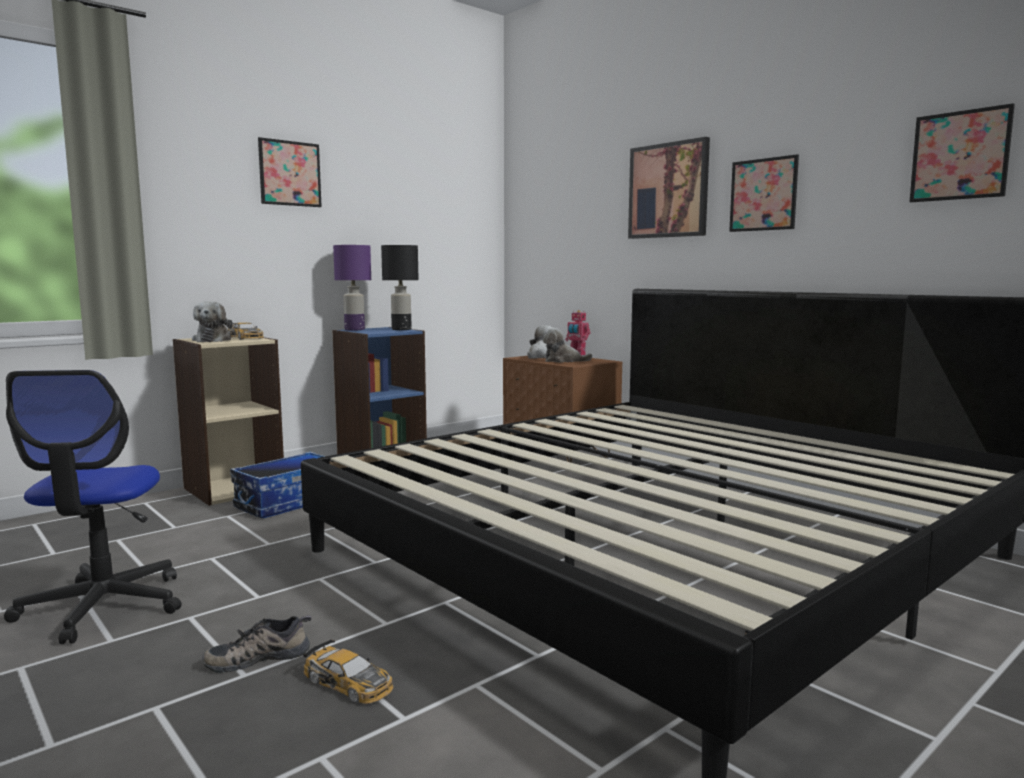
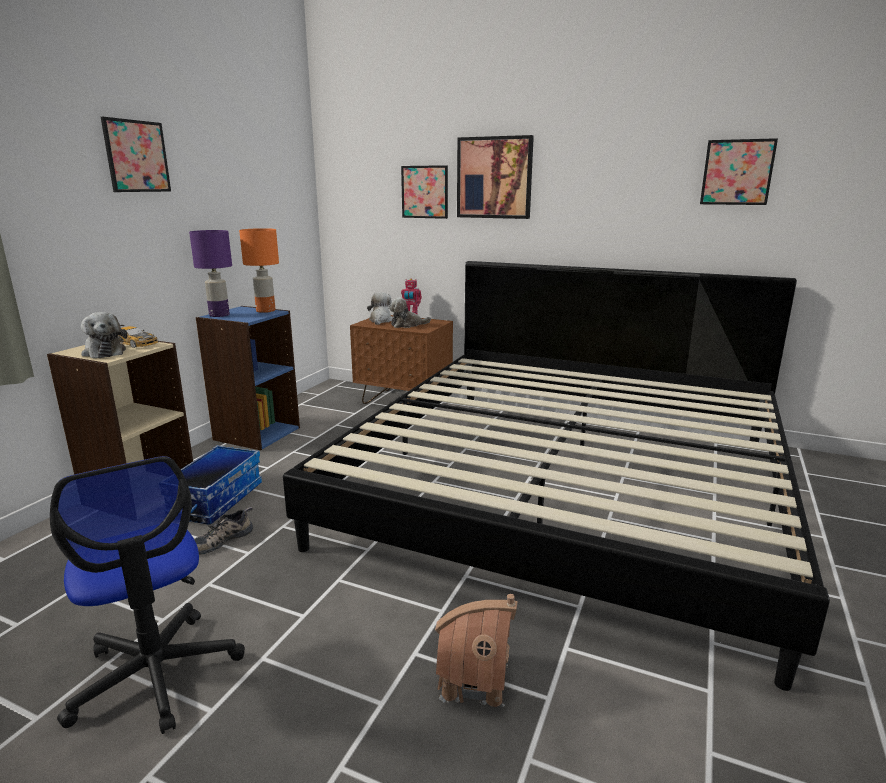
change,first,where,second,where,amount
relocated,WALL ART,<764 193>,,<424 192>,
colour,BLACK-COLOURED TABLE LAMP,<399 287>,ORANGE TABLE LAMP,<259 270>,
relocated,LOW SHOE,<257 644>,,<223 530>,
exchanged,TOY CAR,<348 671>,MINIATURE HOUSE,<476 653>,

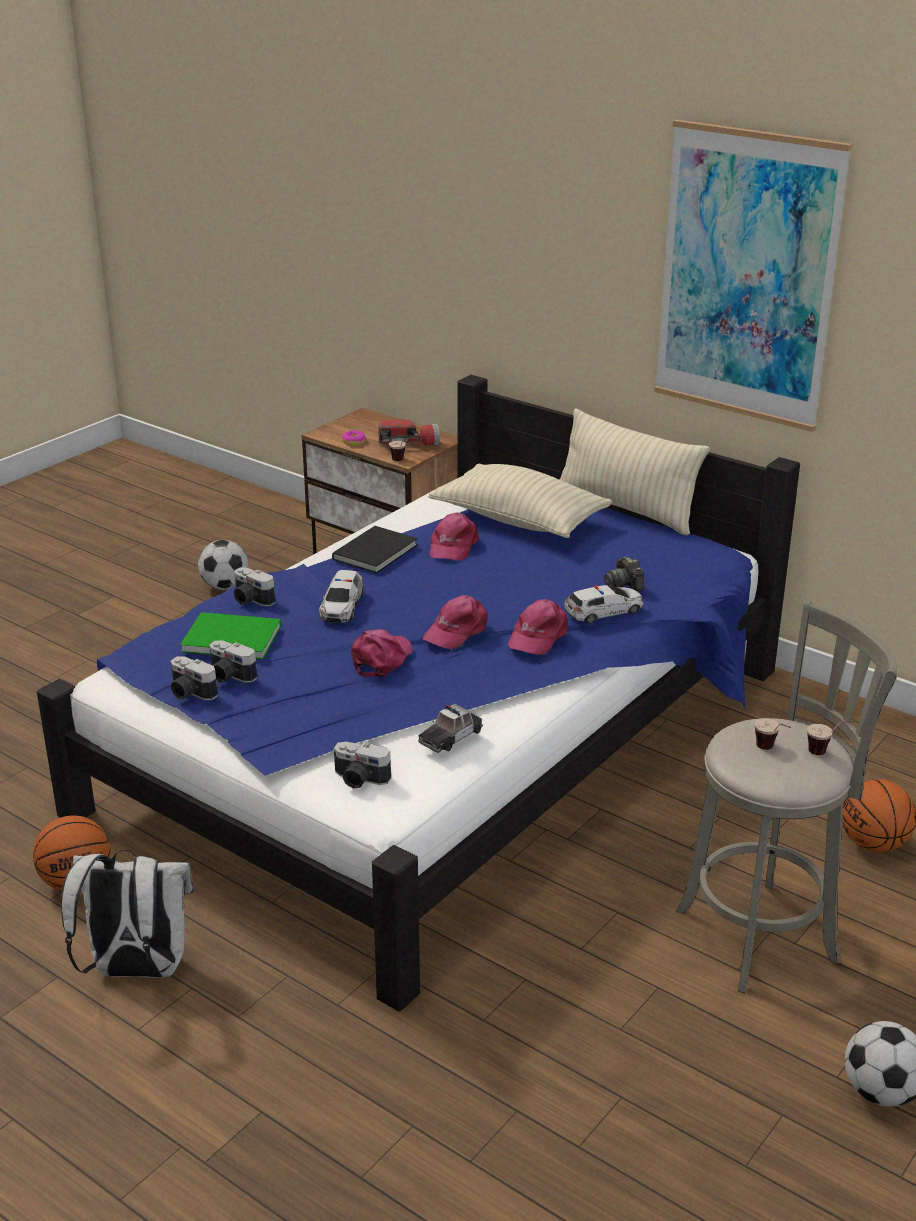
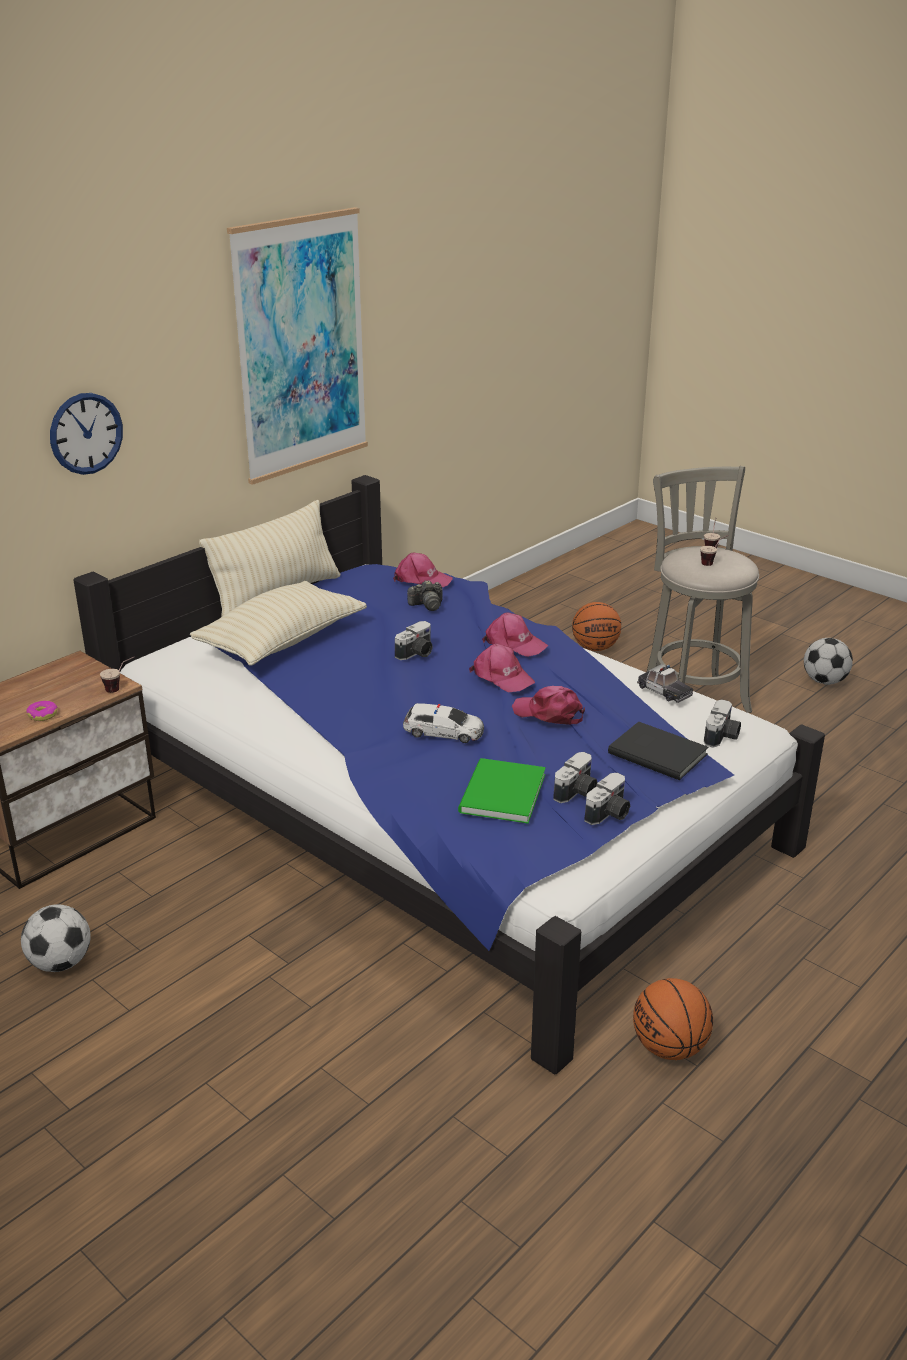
change,first,where,second,where,amount
missing,TORCH,<409 432>,,,
relocated,PINK BASEBALL CAP,<454 536>,,<423 570>,
relocated,BLACK-COLOURED BOUND BOOK,<375 549>,,<658 751>,
relocated,PHOTO CAMERA,<254 586>,,<414 640>,
missing,TOY CAR,<604 604>,,,
missing,WHITE-COLOURED KNAPSACK,<127 914>,,,
appeared,,,HANGING CLOCK,<86 434>,

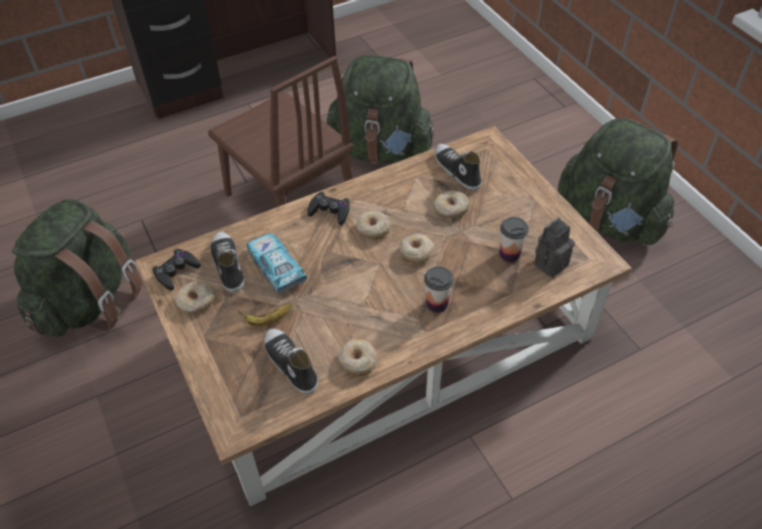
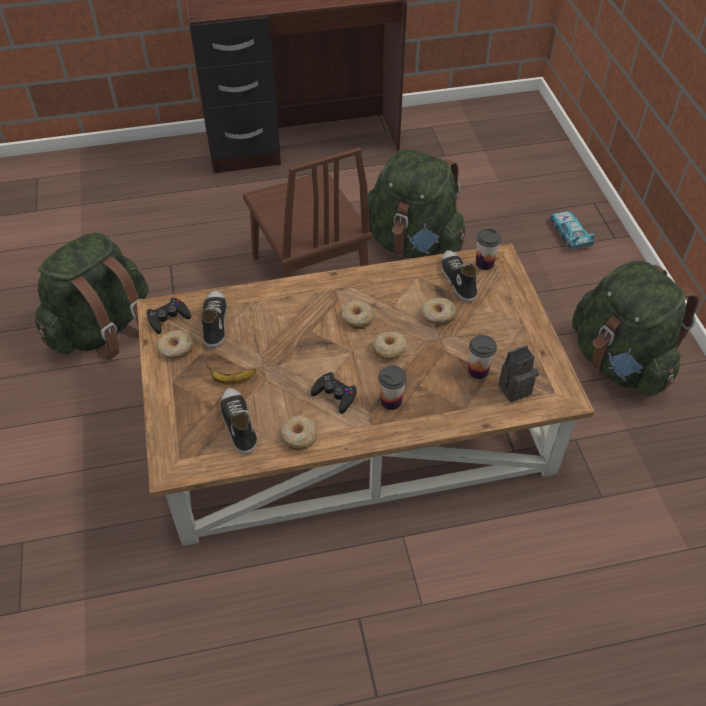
change,first,where,second,where,amount
relocated,BLACK-COLOURED GAMEPAD,<328 208>,,<334 393>,
relocated,TOY CAR,<277 263>,,<573 230>,
appeared,,,SMALL CUP,<488 249>,

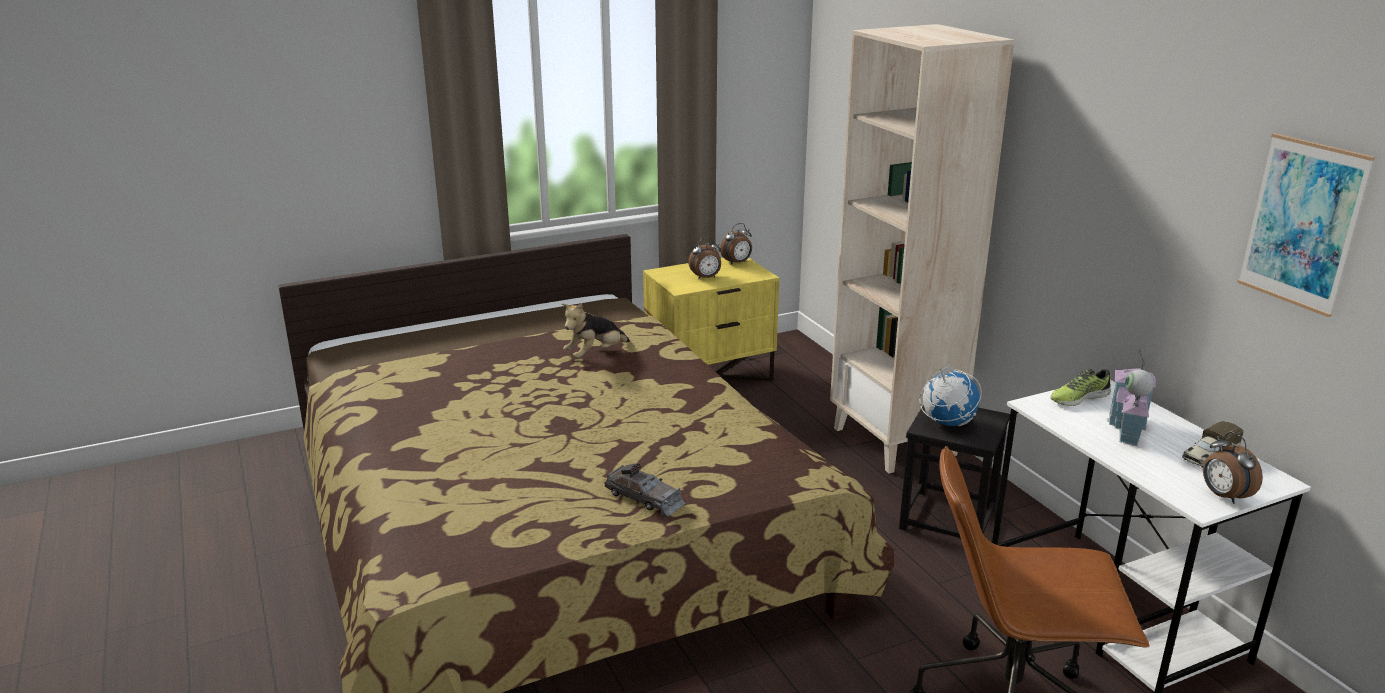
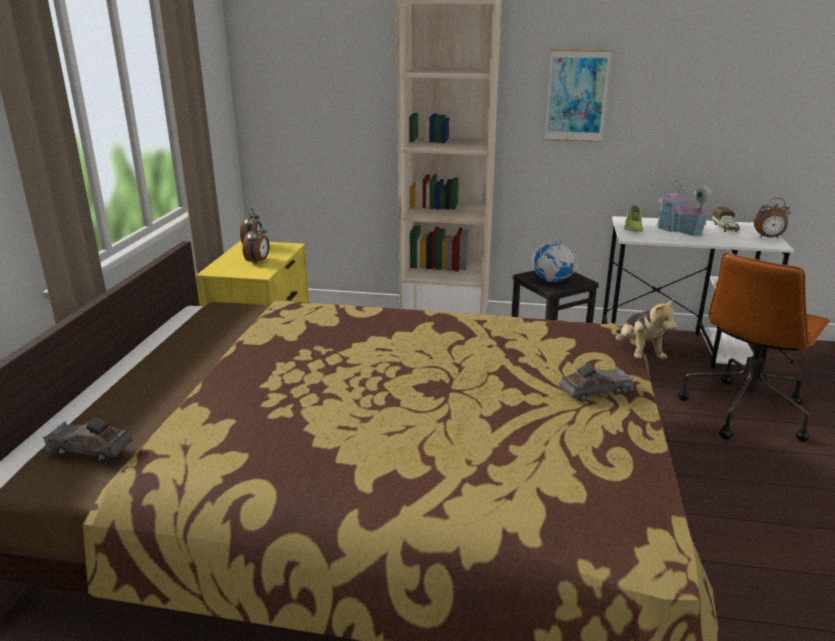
change,first,where,second,where,amount
relocated,WALL ART,<1306 225>,,<577 95>,
relocated,CUDDLY TOY,<596 330>,,<646 328>,
appeared,,,GREY TOY CAR,<87 439>,

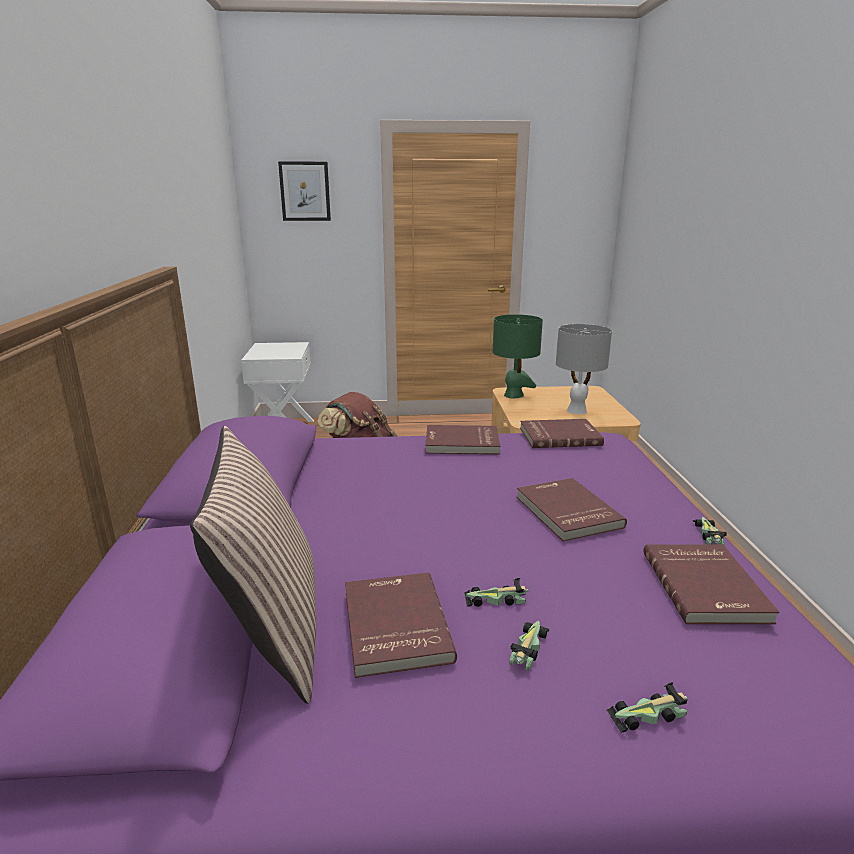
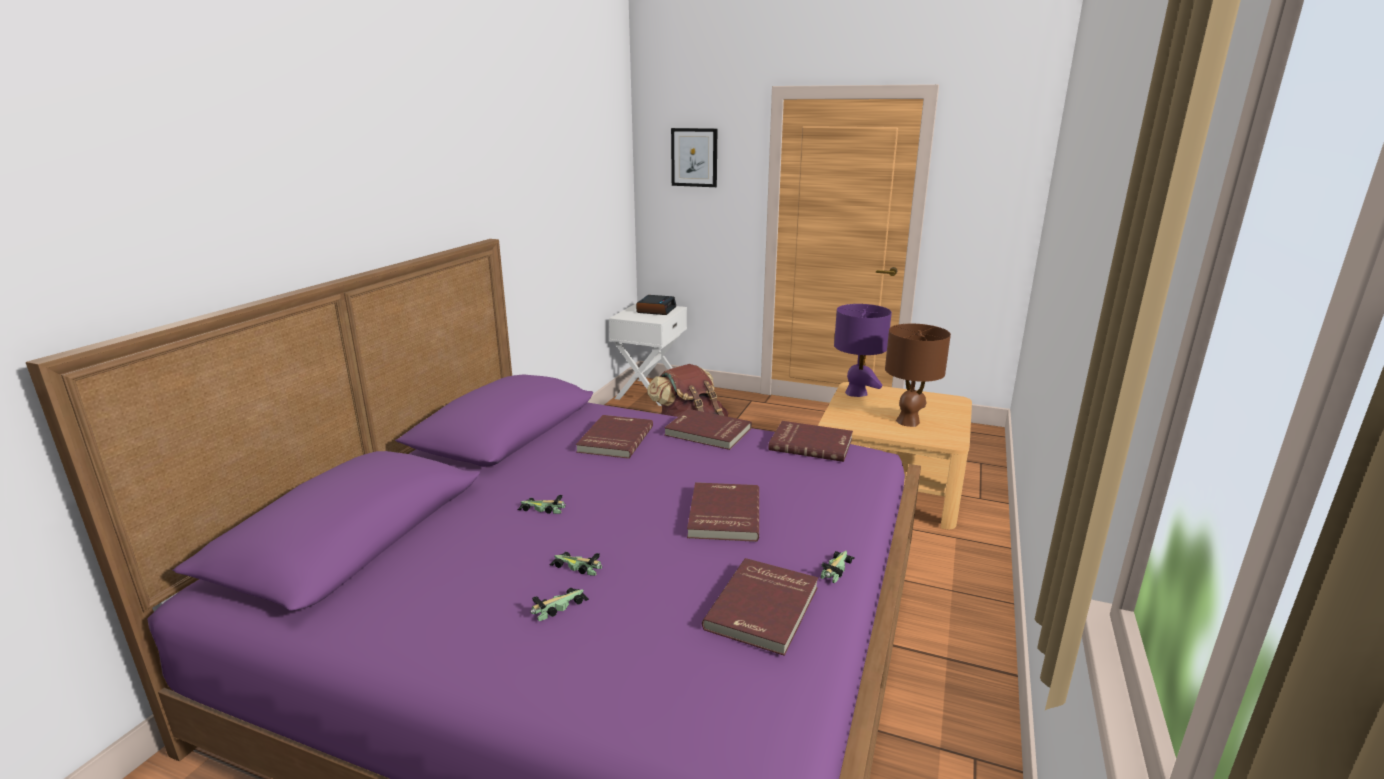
change,first,where,second,where,amount
colour,GREENISH TABLE LAMP,<518 356>,PURPLE TABLE LAMP,<863 350>,
colour,GREY TABLE LAMP,<584 369>,BROWN TABLE LAMP,<918 375>,
missing,THROW PILLOW,<253 565>,,,
relocated,RED BOUND BOOK,<401 625>,,<614 437>,
relocated,TOY CAR,<647 707>,,<542 504>,
appeared,,,ALARM CLOCK,<656 305>,

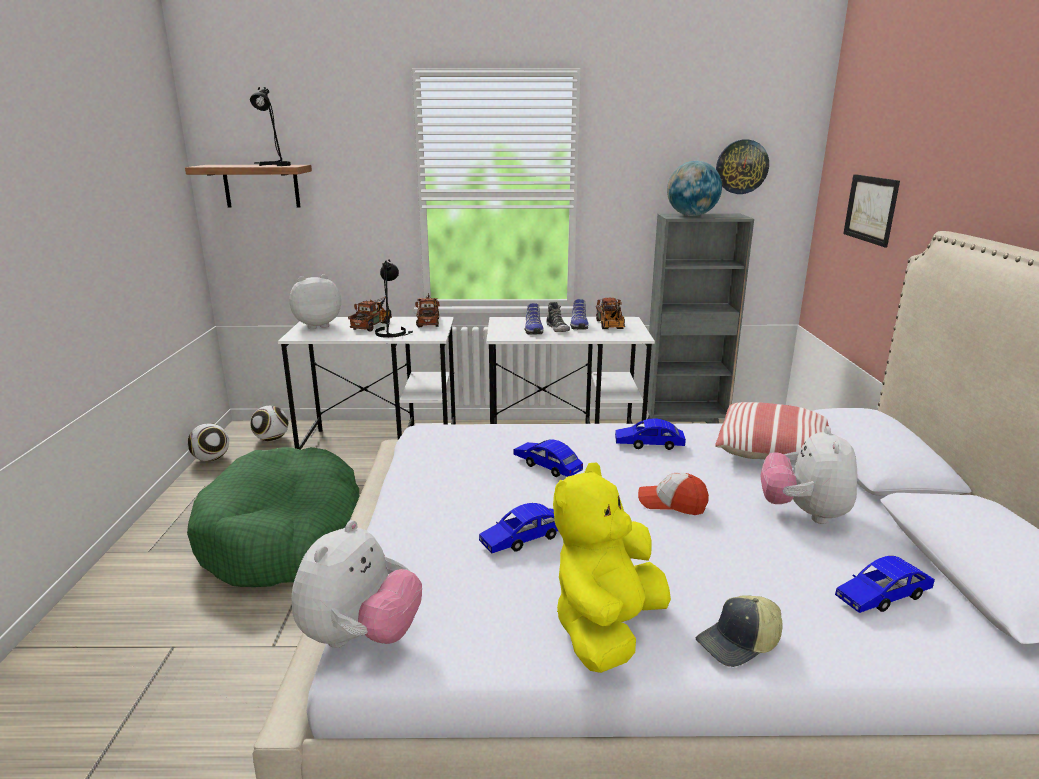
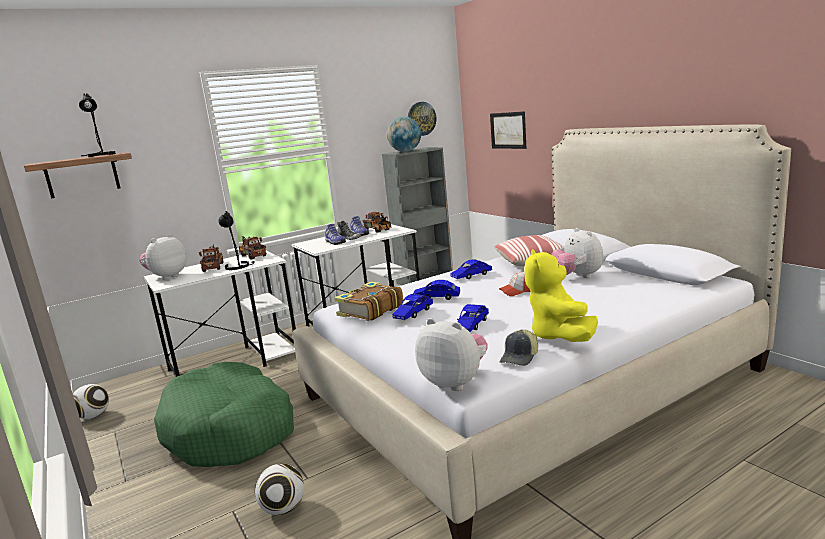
change,first,where,second,where,amount
relocated,FOOTBALL BALL,<269 423>,,<279 489>,
spun,CUDDLY TOY,<357 584>,,<451 354>,45 degrees counterclockwise
relocated,BLUE-COLOURED TOY CAR,<885 584>,,<412 307>,
relocated,BASEBALL CAP,<739 631>,,<519 347>,
appeared,,,BOUND BOOK,<368 301>,

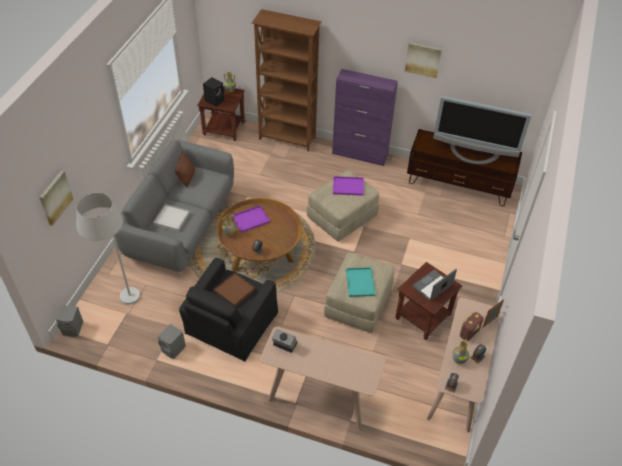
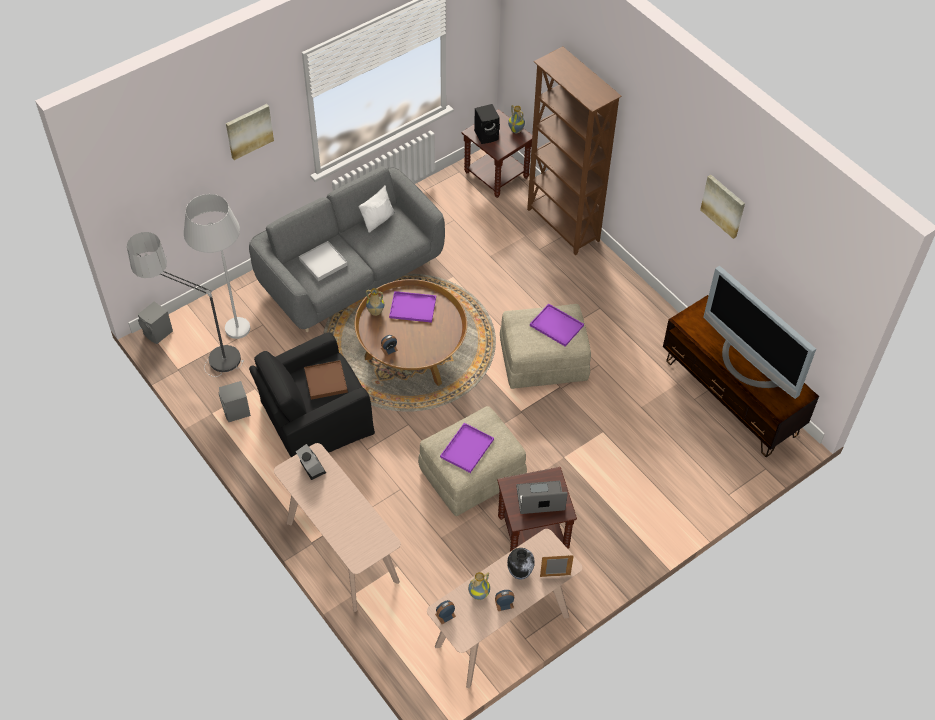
change,first,where,second,where,amount
missing,PURPLE CABINET,<365 117>,,,
colour,BROWN THROW PILLOW,<185 169>,WHITE-COLOURED THROW PILLOW,<377 209>,
relocated,WALL ART,<56 198>,,<250 132>,
colour,BLUE-GREEN TRAY,<360 282>,PURPLE TRAY,<467 448>,
exchanged,RADIO,<472 326>,VASE,<520 564>,
appeared,,,STANDING LAMP,<185 304>,

